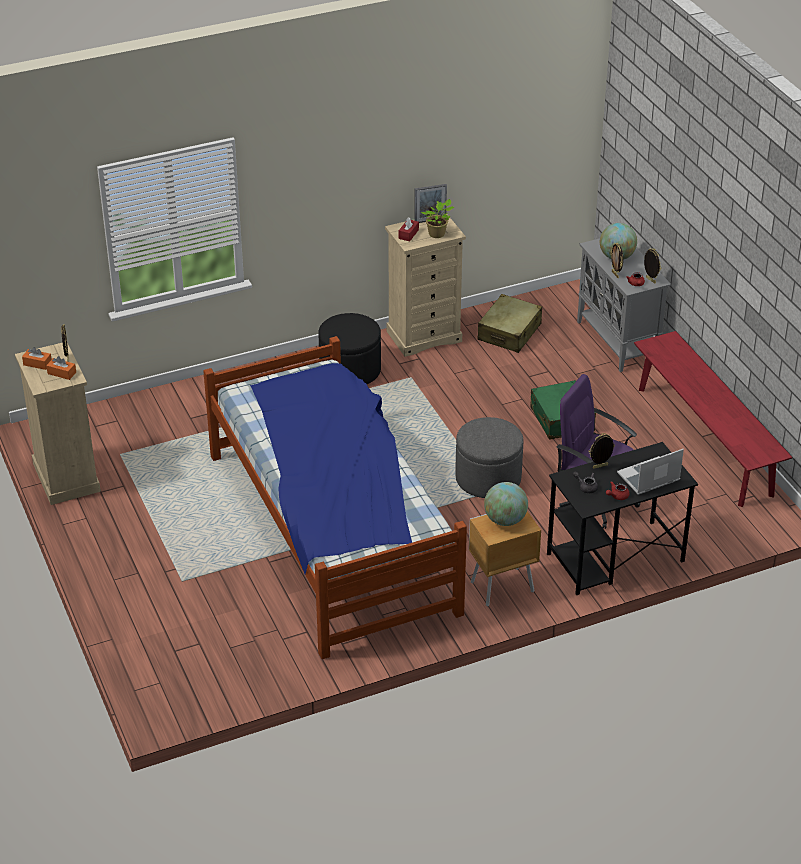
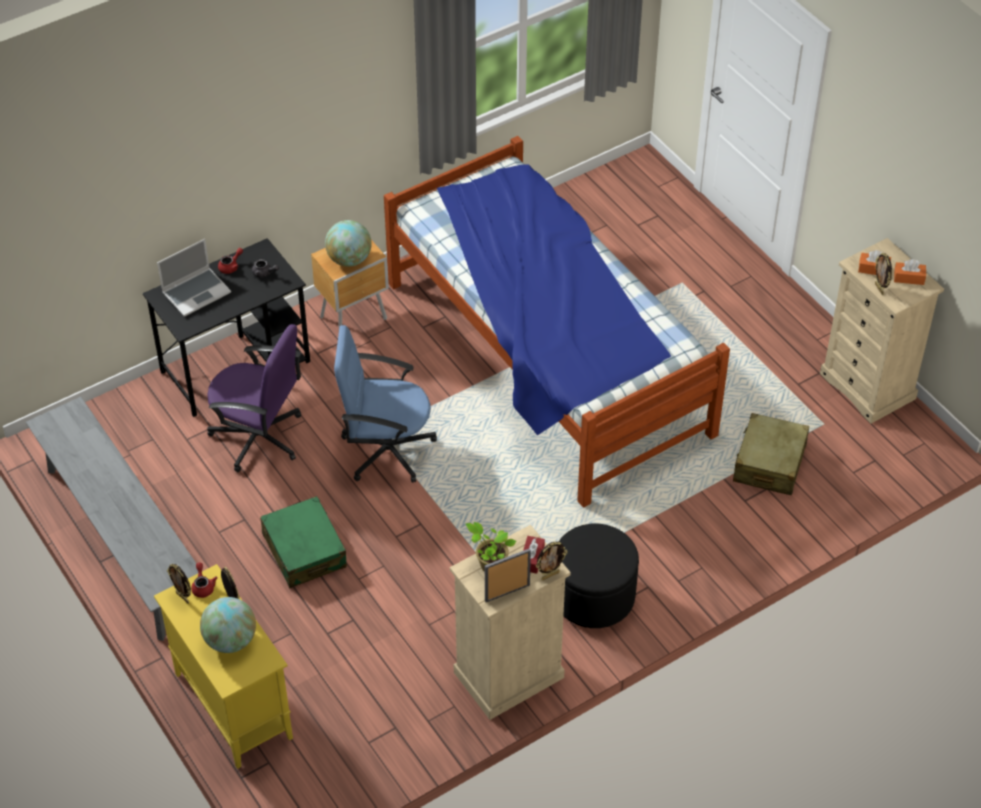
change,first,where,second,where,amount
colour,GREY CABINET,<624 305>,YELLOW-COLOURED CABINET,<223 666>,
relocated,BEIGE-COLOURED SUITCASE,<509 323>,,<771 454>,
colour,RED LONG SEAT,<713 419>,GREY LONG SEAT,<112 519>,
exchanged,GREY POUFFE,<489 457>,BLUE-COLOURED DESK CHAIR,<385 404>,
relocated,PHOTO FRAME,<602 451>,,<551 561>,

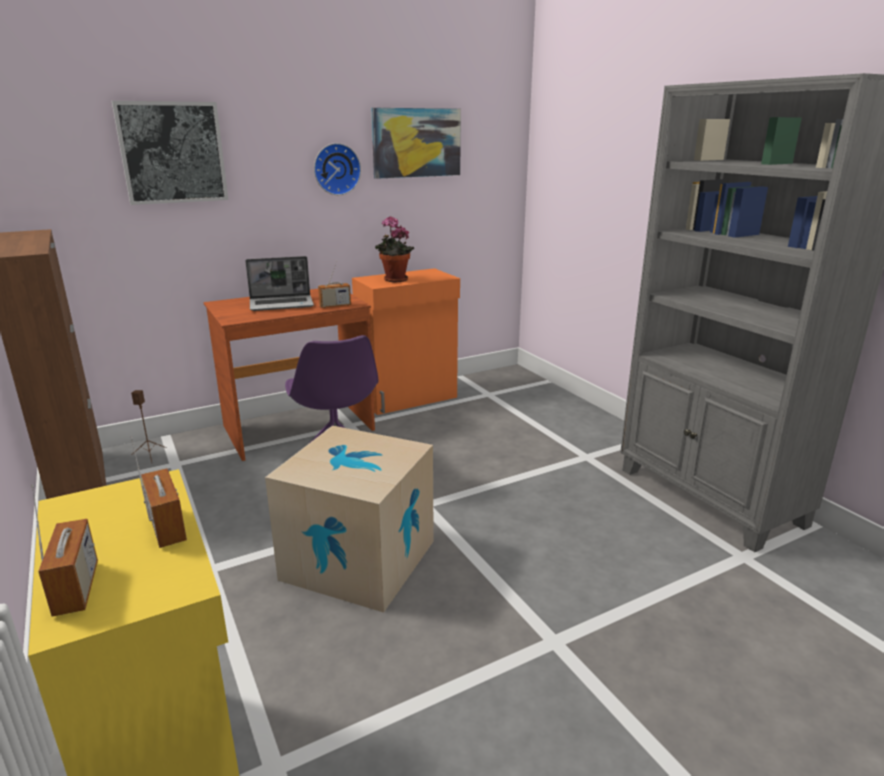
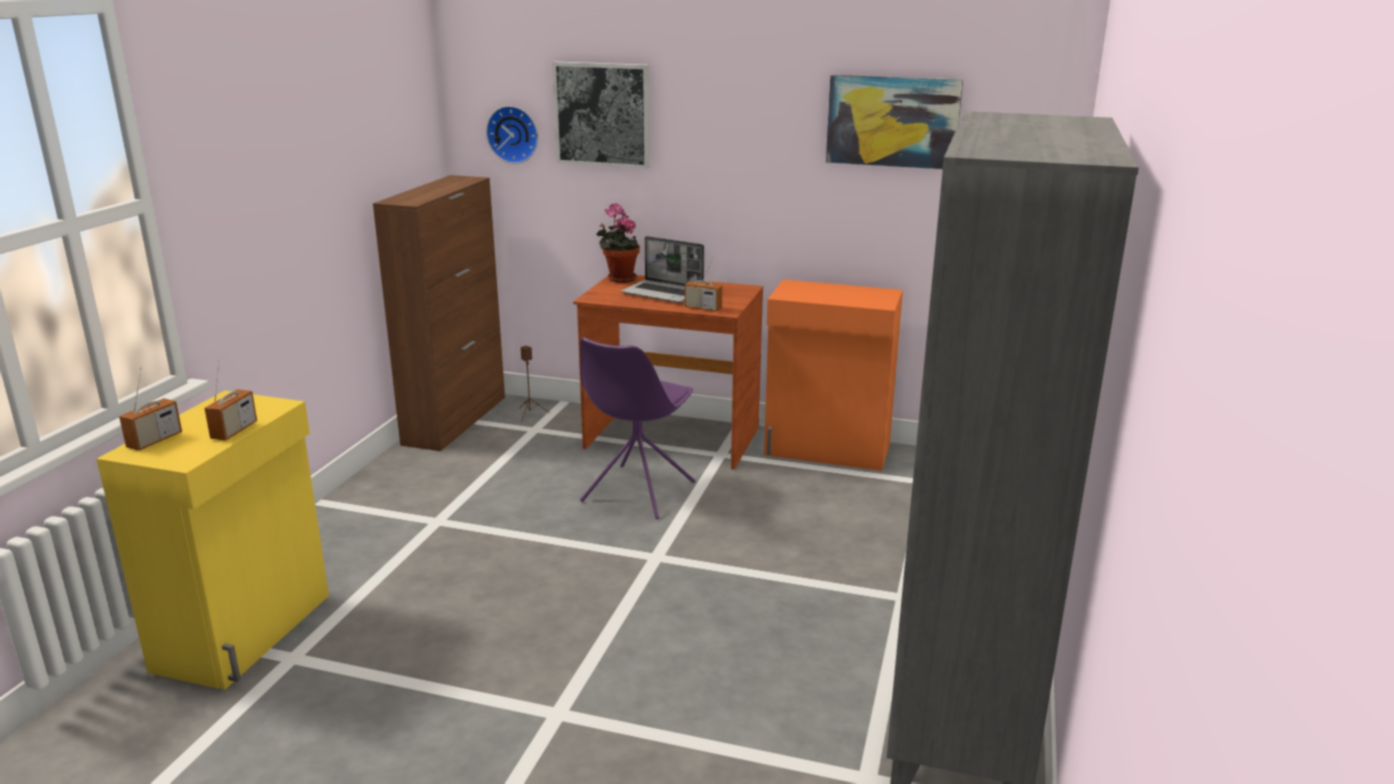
change,first,where,second,where,amount
relocated,HANGING CLOCK,<337 169>,,<512 135>,
relocated,HOUSEPLANT,<395 249>,,<618 243>,
missing,PACKING BOX,<349 519>,,,

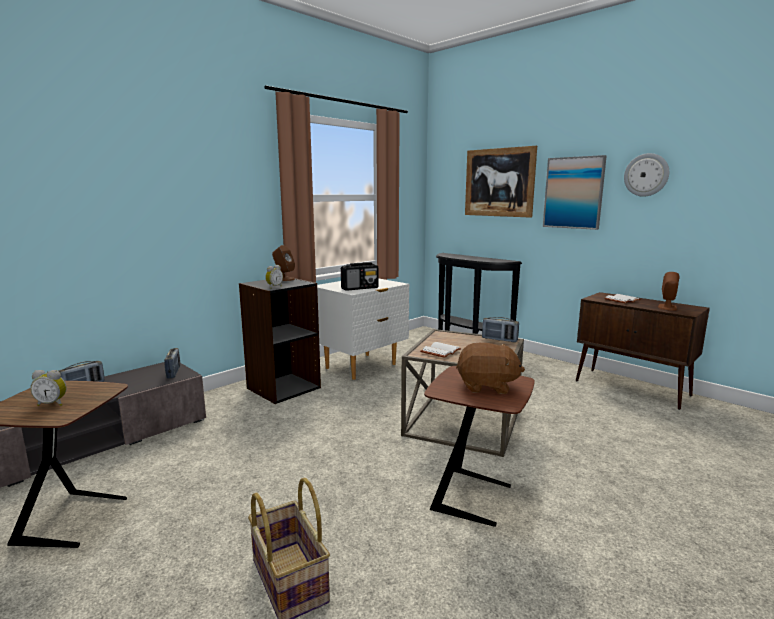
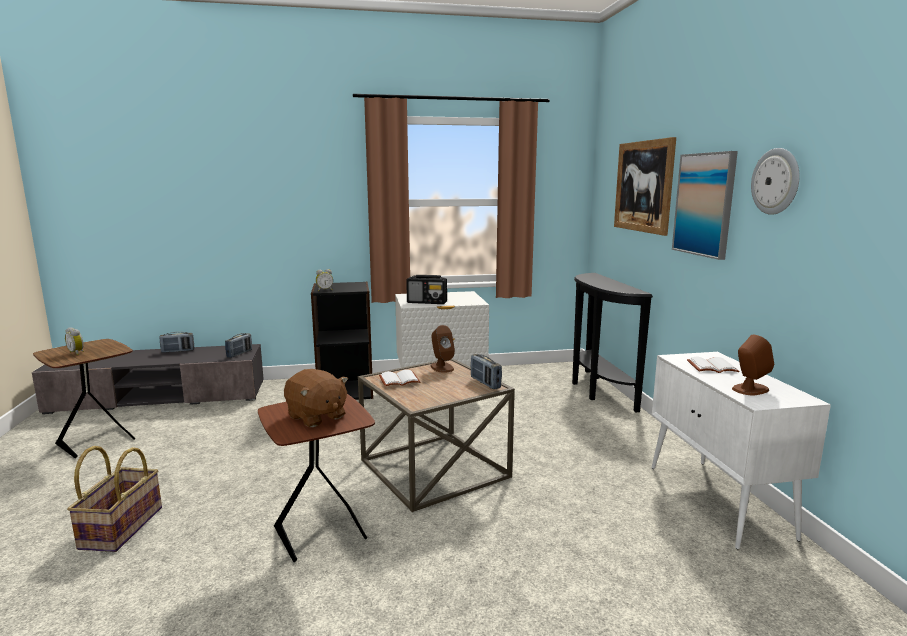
change,first,where,second,where,amount
relocated,BROWN SPEAKER,<283 263>,,<443 349>,
colour,BROWN CABINET,<643 351>,WHITE-COLOURED CABINET,<741 451>,

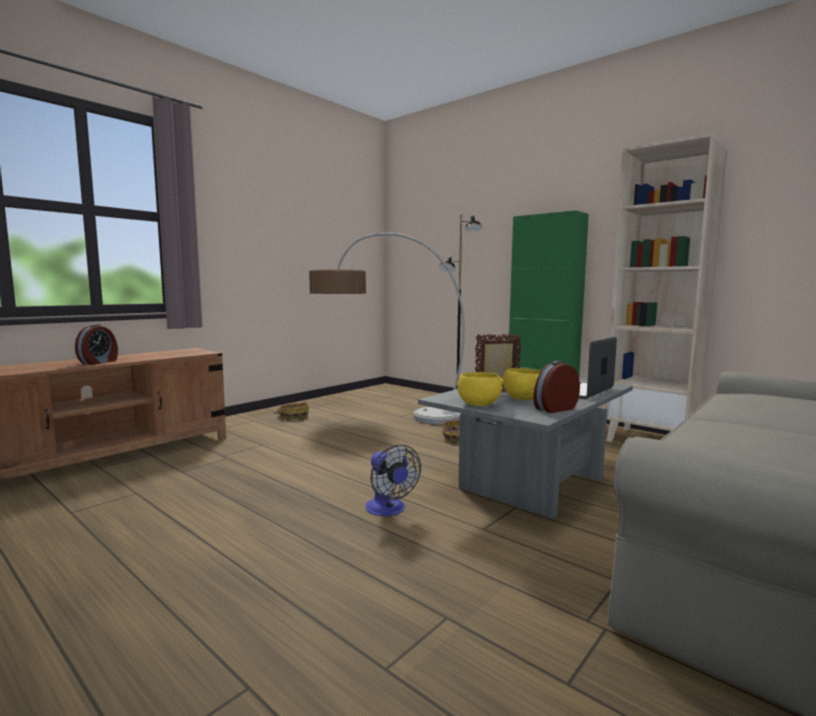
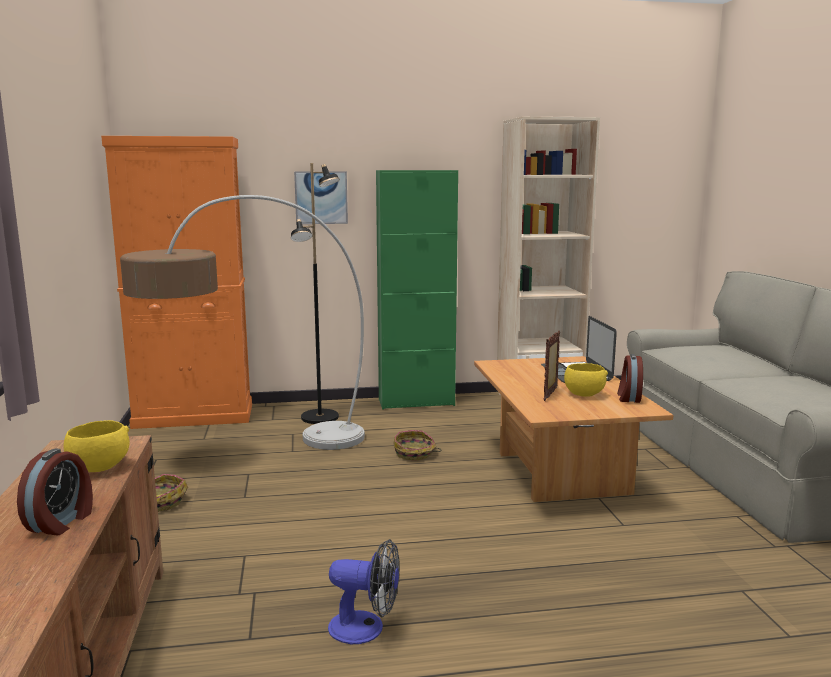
change,first,where,second,where,amount
spun,ALARM CLOCK,<96 344>,,<55 492>,45 degrees clockwise
relocated,YELLOW-COLOURED SERVING BOWL,<480 389>,,<96 446>,
colour,GREY LOW TABLE,<525 449>,BROWN LOW TABLE,<573 429>,
relocated,ELECTRIC FAN,<393 480>,,<364 591>,
appeared,,,ORANGE CABINET,<176 282>,
appeared,,,WALL ART,<321 197>,

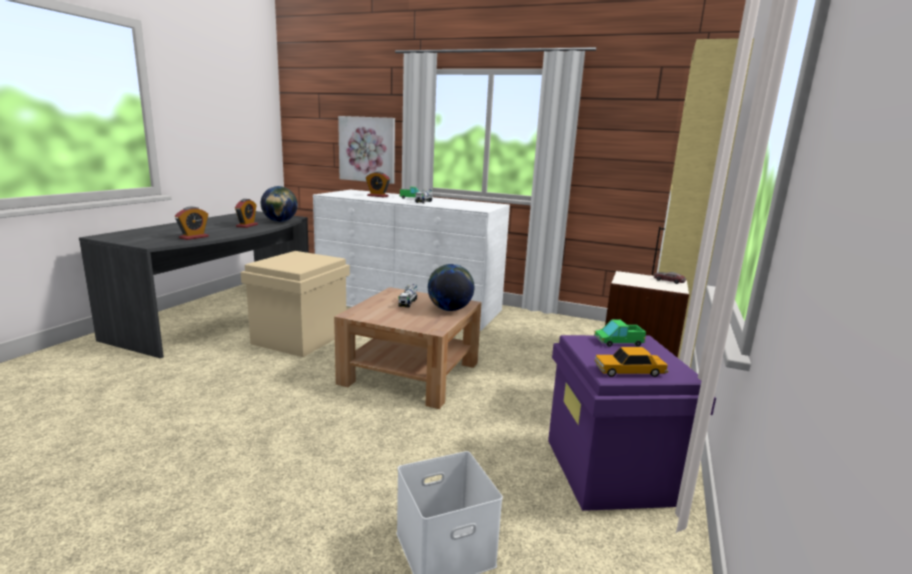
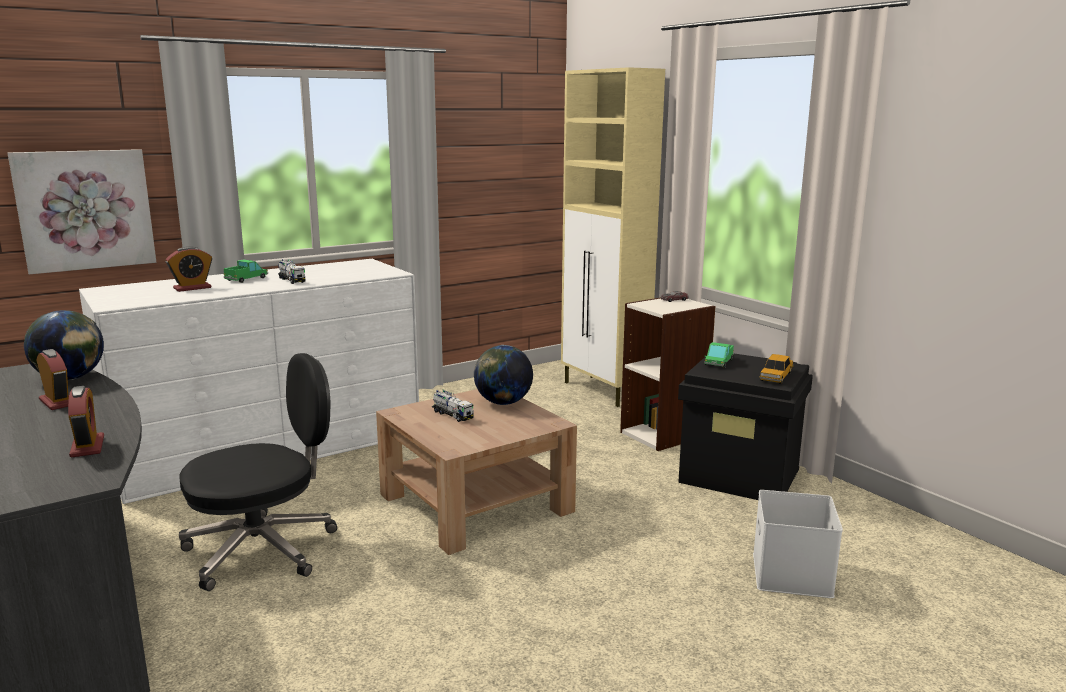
change,first,where,second,where,amount
exchanged,BEIGE-COLOURED STORAGE BOX,<295 304>,BLACK-COLOURED DESK CHAIR,<258 472>,
colour,PURPLE STORAGE BOX,<632 423>,BLACK-COLOURED STORAGE BOX,<745 427>,

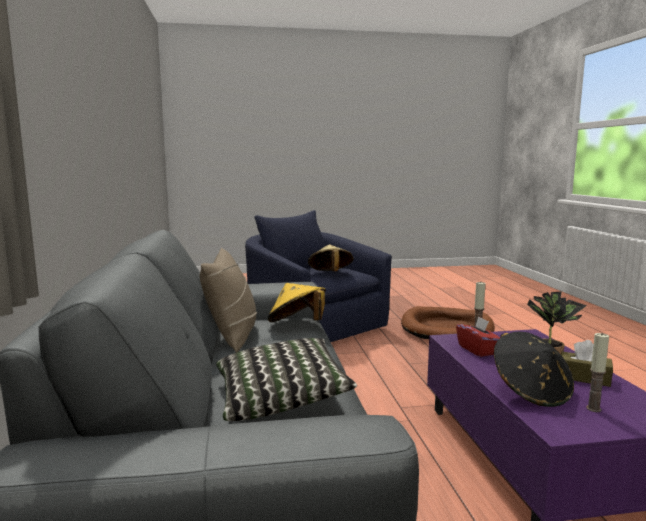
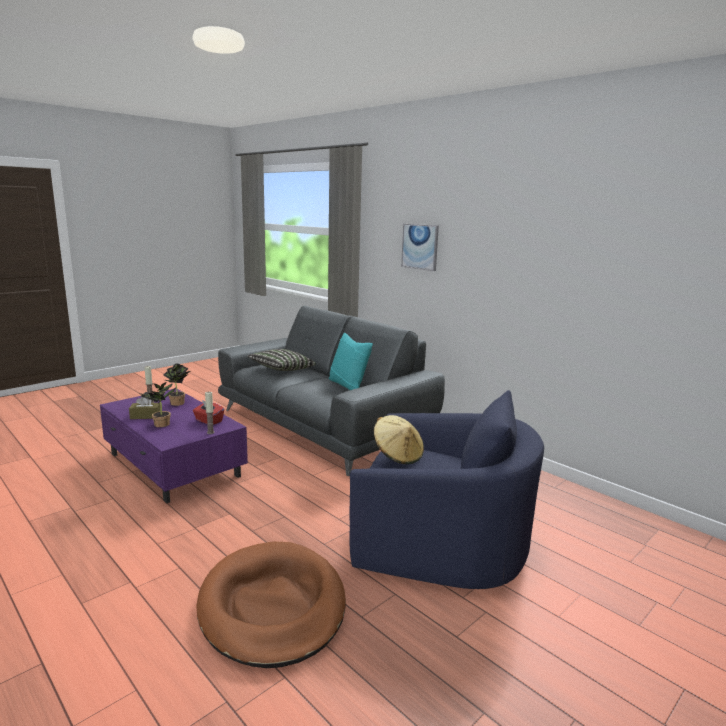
change,first,where,second,where,amount
colour,BEIGE-COLOURED THROW PILLOW,<228 300>,BLUE-GREEN THROW PILLOW,<351 361>,
missing,YELLOW-COLOURED HAT,<297 302>,,,
exchanged,BLACK-COLOURED HAT,<534 369>,HOUSEPLANT,<177 384>,
appeared,,,WALL ART,<420 247>,

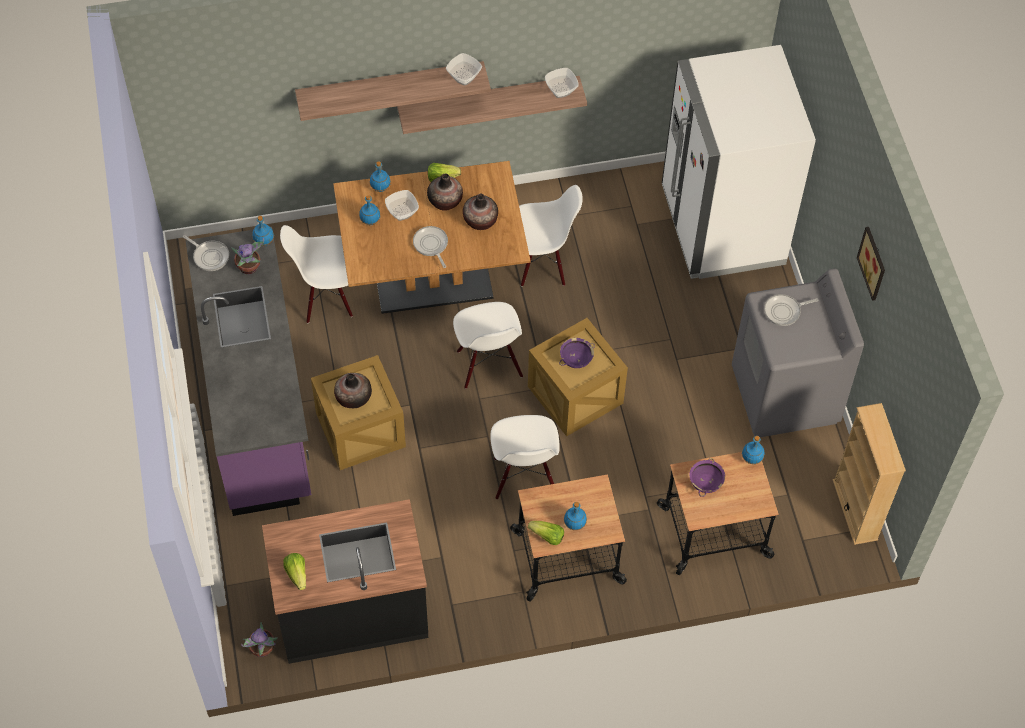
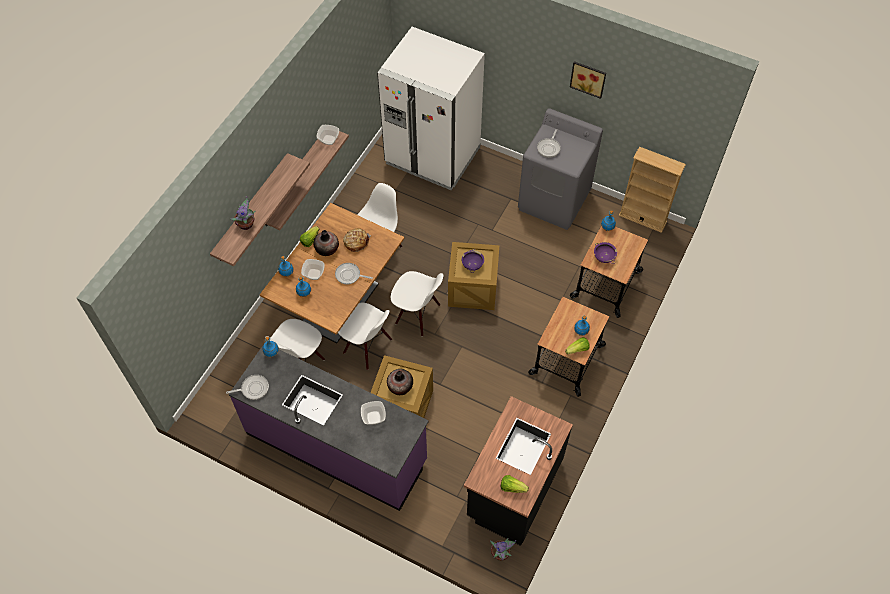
change,first,where,second,where,amount
relocated,SERVING BOWL,<464 69>,,<373 413>,
exchanged,VASE,<480 212>,BAKED BREAD,<357 240>,
relocated,HOUSEPLANT,<247 256>,,<243 213>,
relocated,WHITE-COLOURED UPRIGHT CHAIR,<525 457>,,<365 336>,

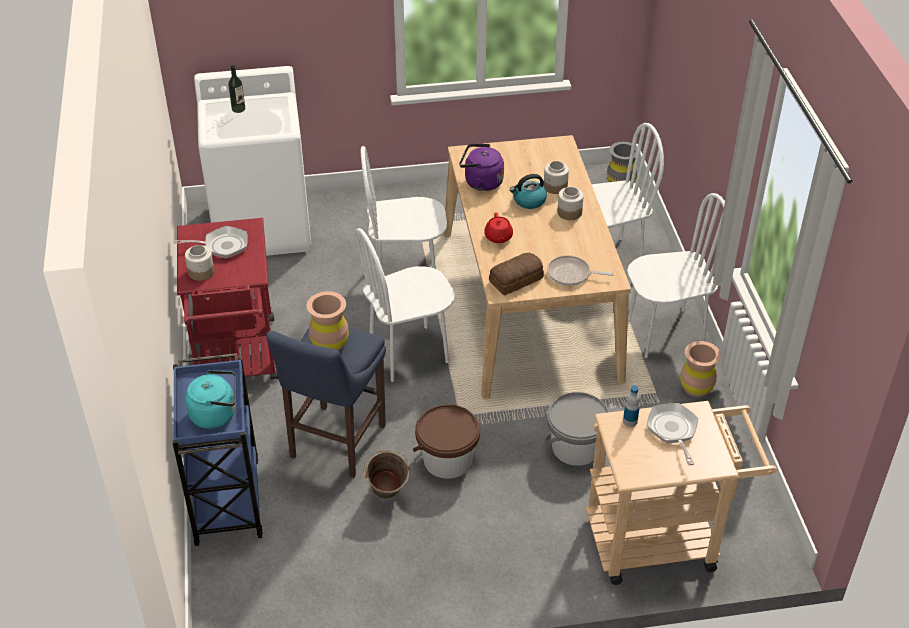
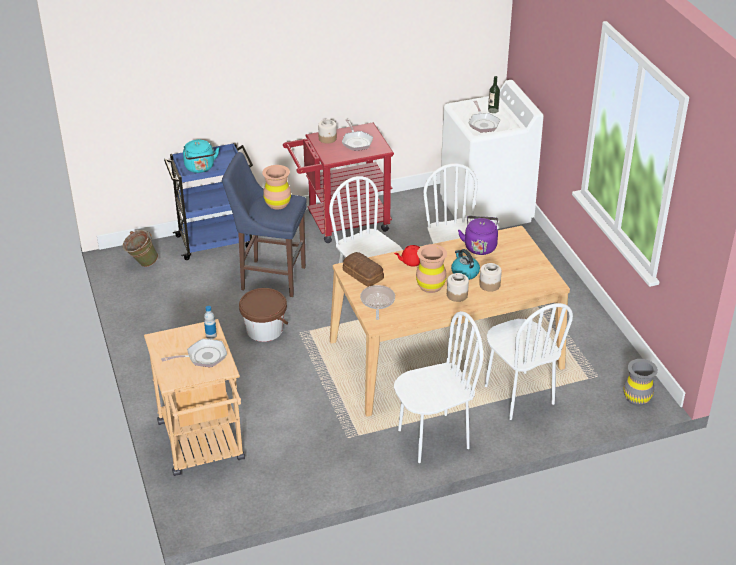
change,first,where,second,where,amount
spun,WHITE-COLOURED UPRIGHT CHAIR,<676 275>,,<438 387>,90 degrees counterclockwise
relocated,BROWN VASE,<700 369>,,<431 268>,
missing,GREY WATER BUCKET,<577 429>,,,
relocated,GREENISH WATER BUCKET,<387 474>,,<140 248>,
appeared,,,FRYING PAN,<484 116>,

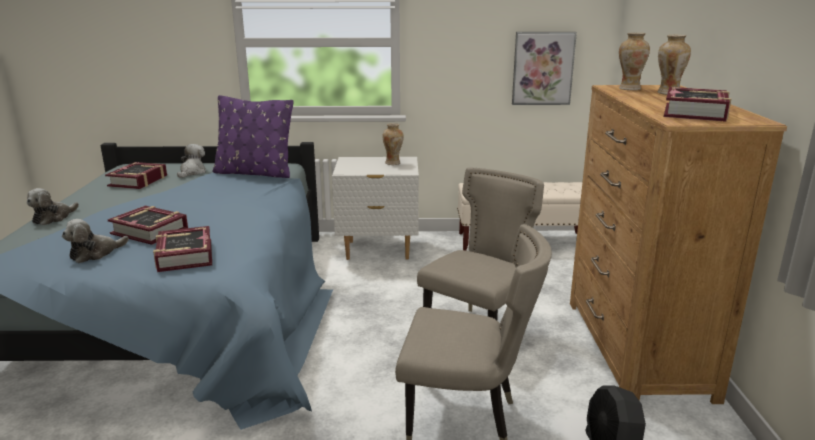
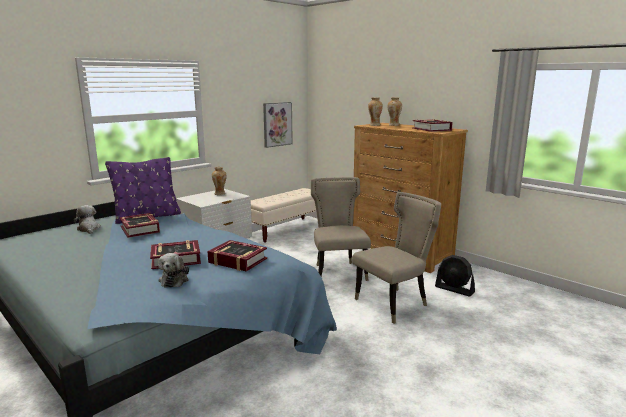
change,first,where,second,where,amount
relocated,BOUND BOOK,<136 175>,,<140 225>,
missing,CUDDLY TOY,<53 206>,,,

